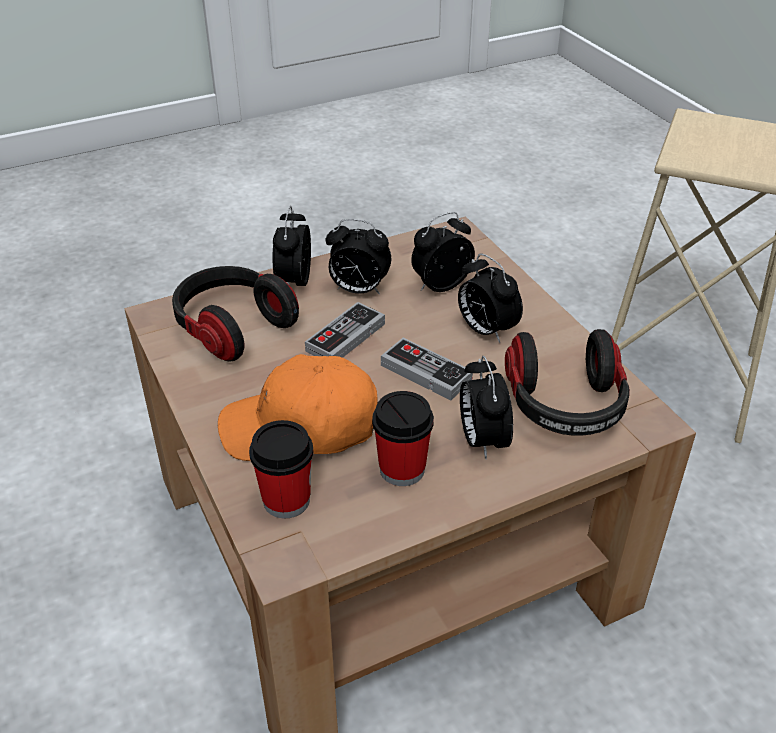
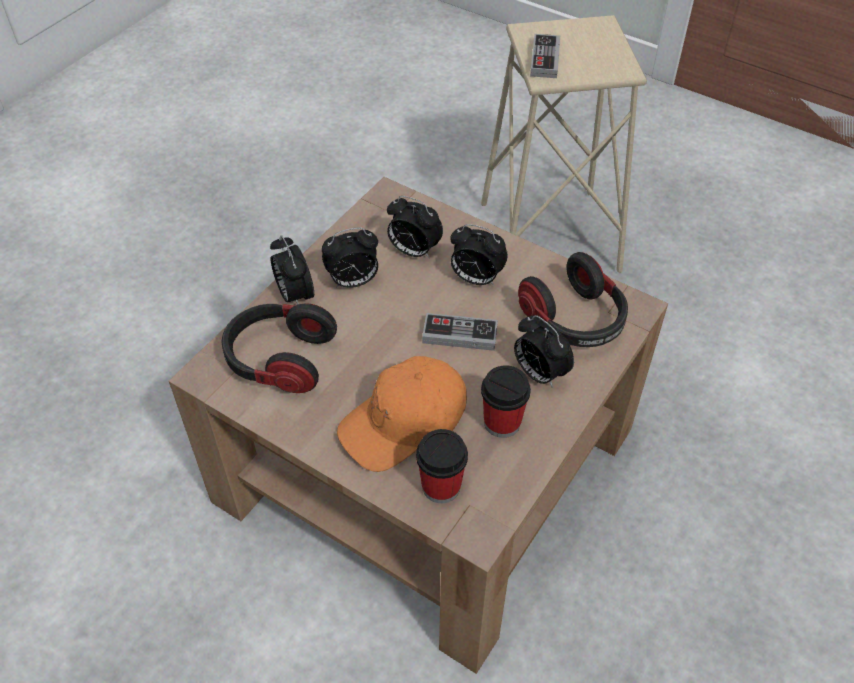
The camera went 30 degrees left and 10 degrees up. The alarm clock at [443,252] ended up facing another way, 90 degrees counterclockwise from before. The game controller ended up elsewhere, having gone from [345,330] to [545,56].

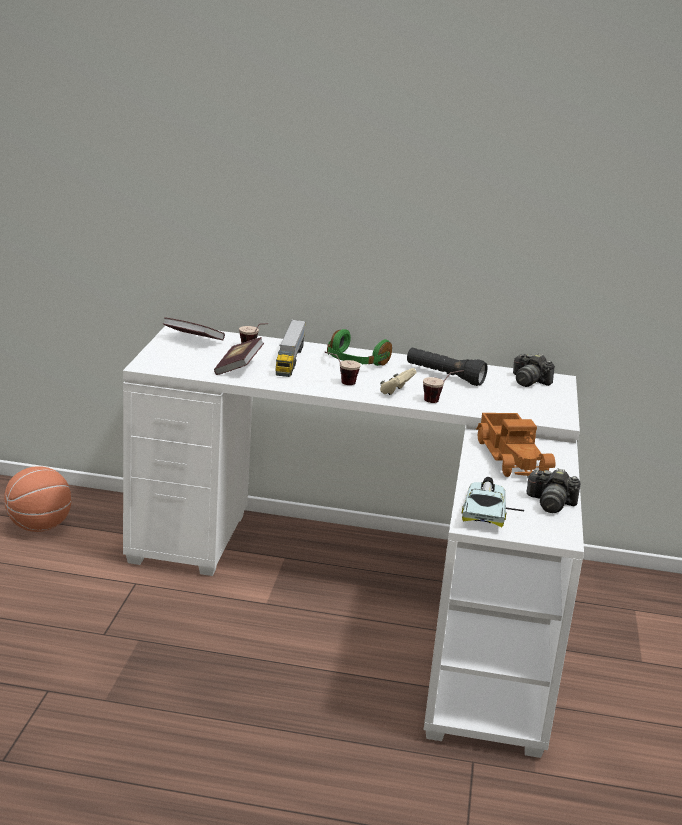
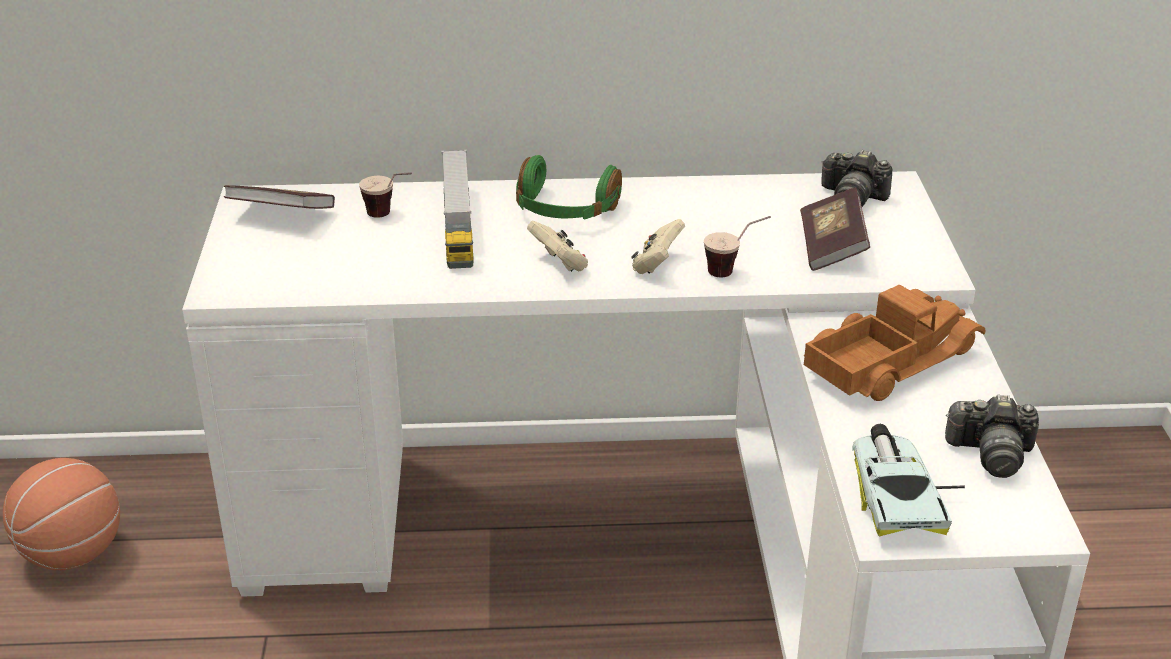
The camera went 10 degrees left and 10 degrees up. Where the cup stood at [342,368], the beige game controller came to stand at [557,246]. The book ended up elsewhere, having gone from [239,356] to [835,229]. The toy truck at [516,445] ended up facing another way, 105 degrees counterclockwise from before. The second view lost the black flashlight at [447,367].

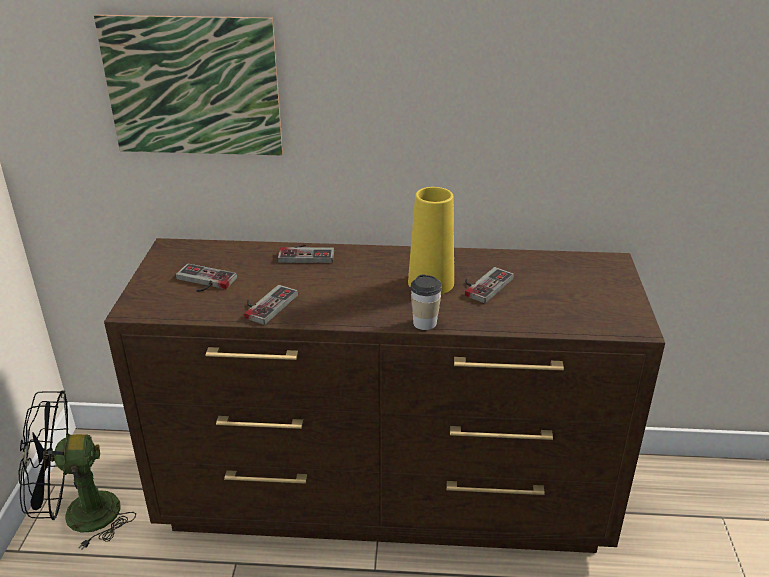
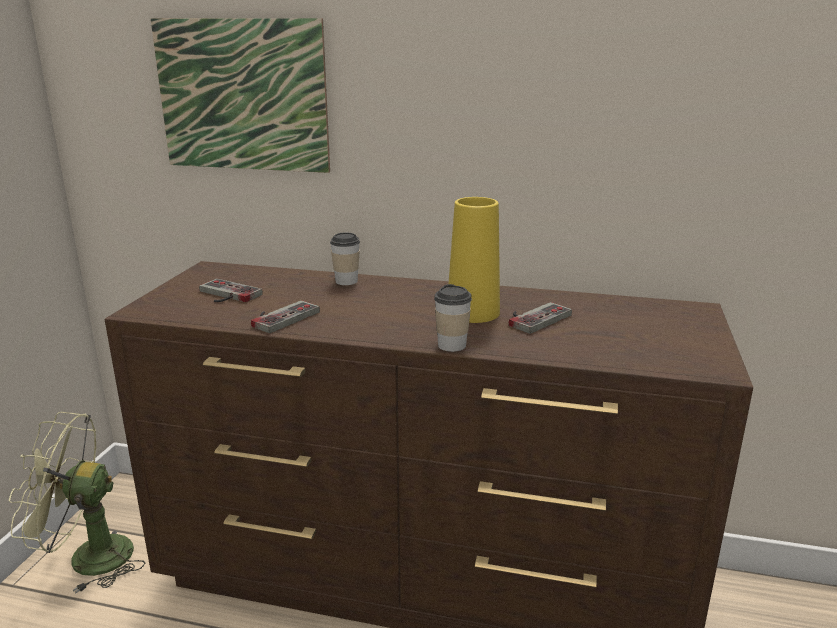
The camera went 10 degrees right and 10 degrees down. What was the black fan at [77,470] turned into the green fan at [77,502]. Where the game controller stood at [306,253], the cup came to stand at [345,258].

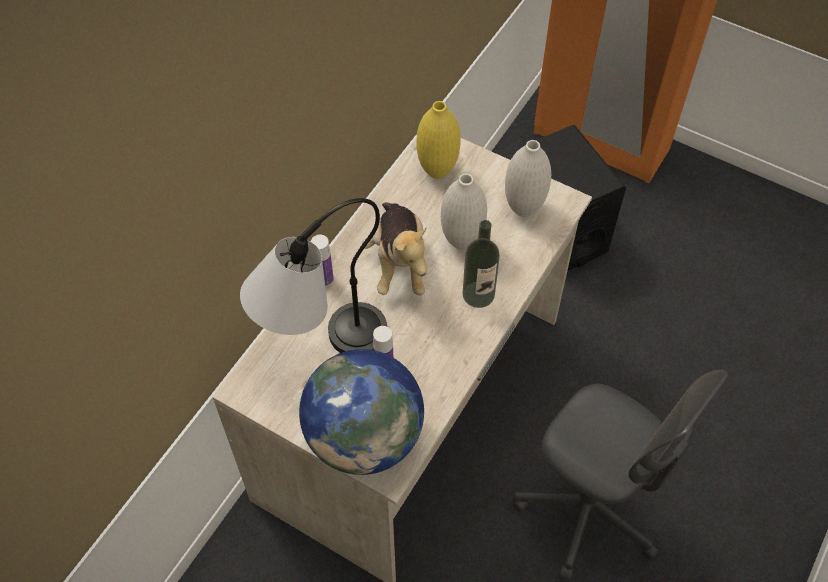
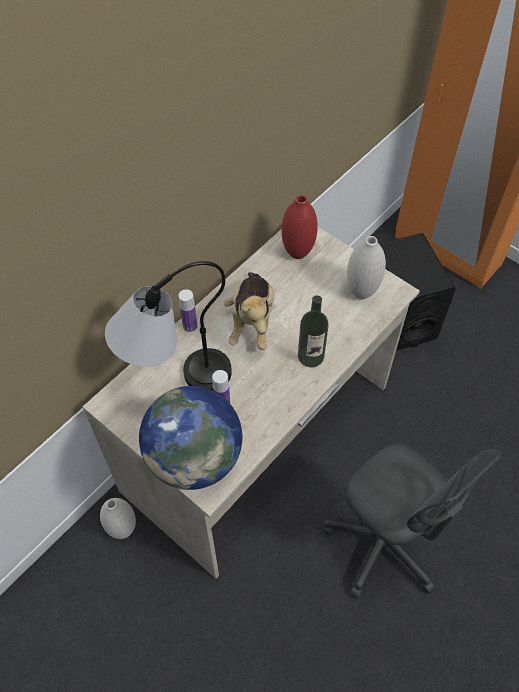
The camera went 10 degrees right and 0 degrees up. The white vase ended up elsewhere, having gone from [464,212] to [118,518]. What was the yellow vase at [438,140] turned into the red vase at [300,227].

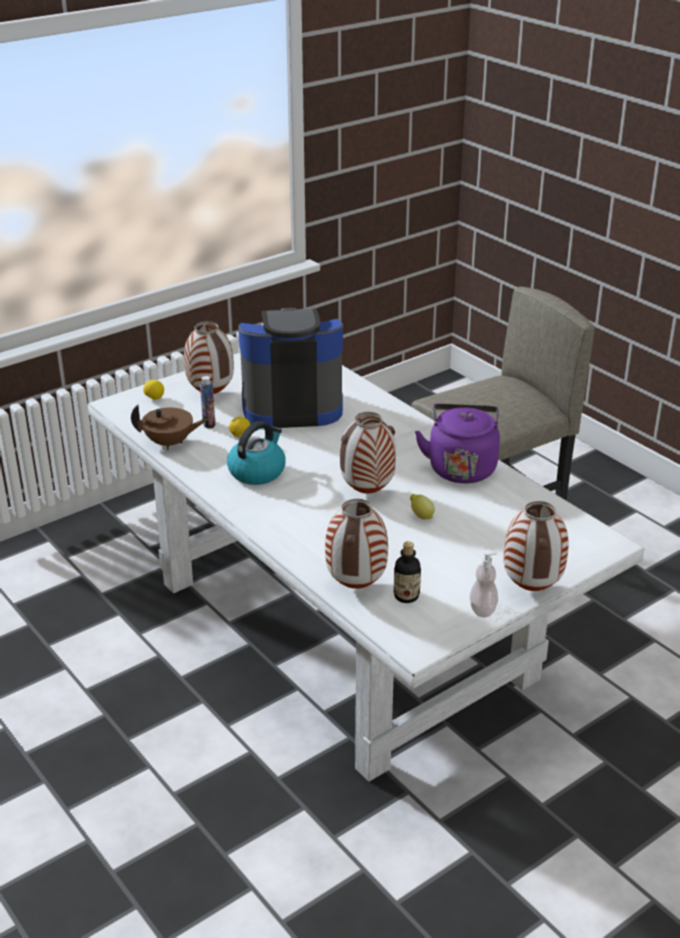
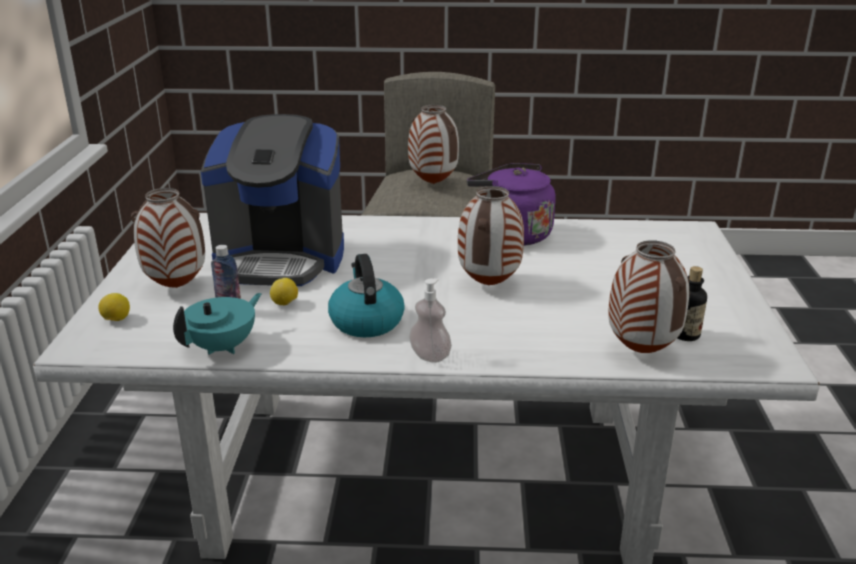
The camera went 50 degrees left and 5 degrees down. What was the brown teapot at [169,427] turned into the turquoise teapot at [217,324]. The coffee machine at [290,367] ended up facing another way, 120 degrees counterclockwise from before. The vase ended up elsewhere, having gone from [536,546] to [433,144]. The soap dispenser ended up elsewhere, having gone from [484,583] to [430,320]. The second view lost the lemon at [422,507].

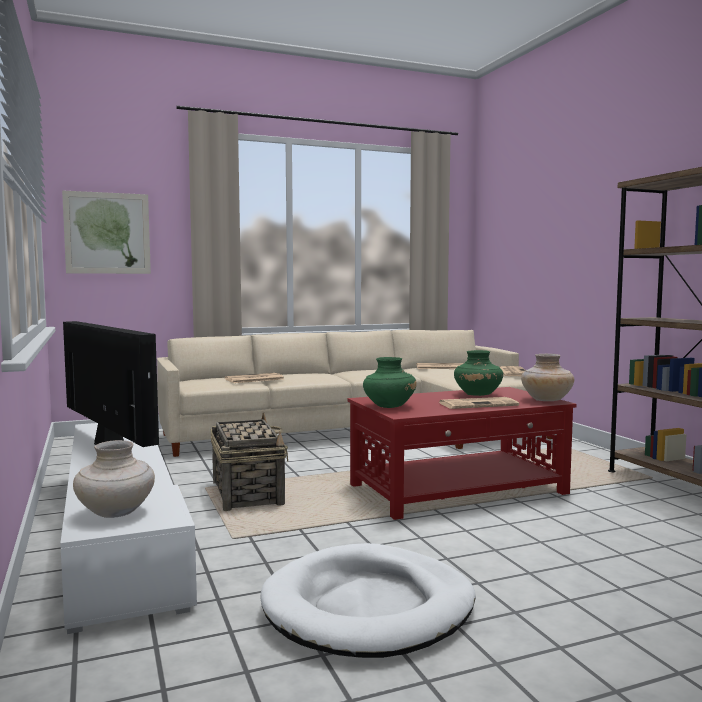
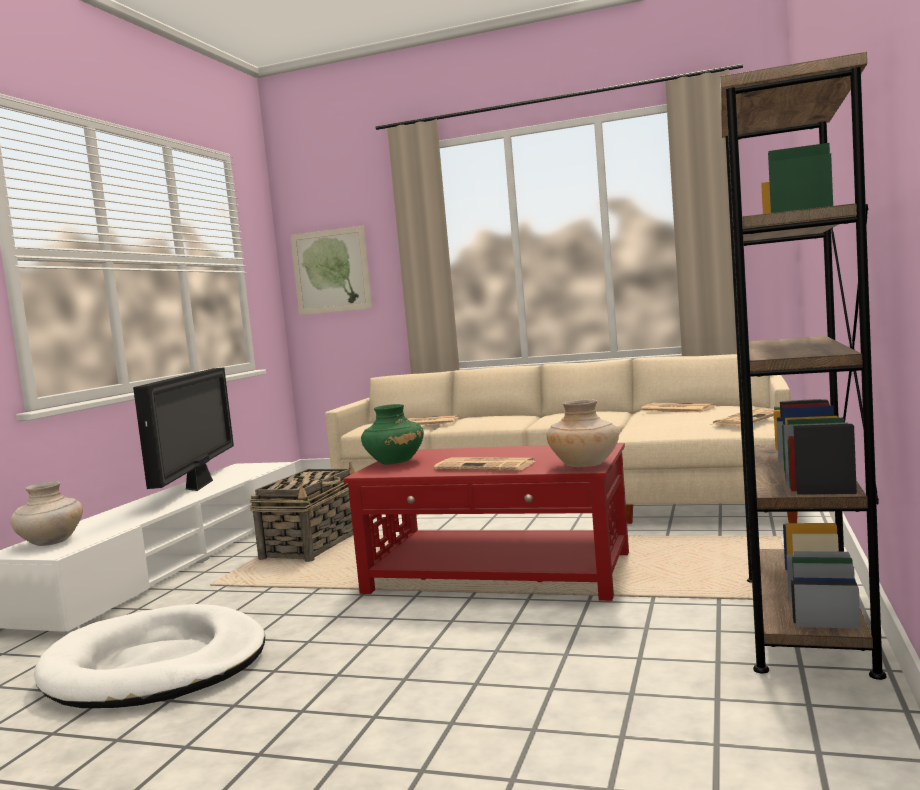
The camera went 40 degrees right and 0 degrees up. The second view lost the green vase at [478,373].

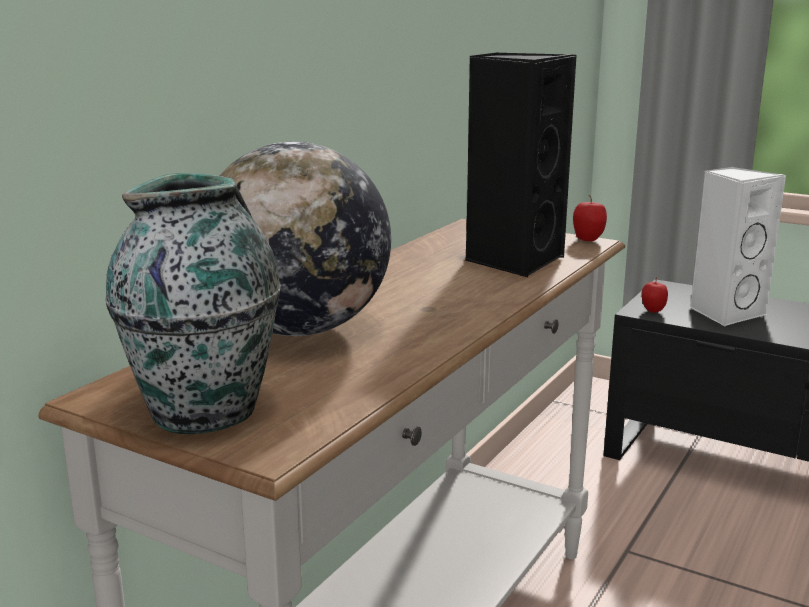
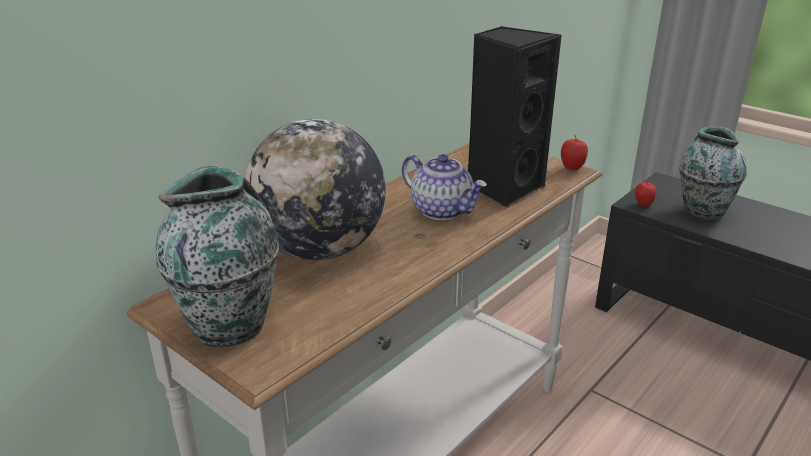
The camera went 10 degrees right and 10 degrees up. The second view gained the teapot at [444,187]. Where the white speaker stood at [738,247], the vase came to stand at [713,173].

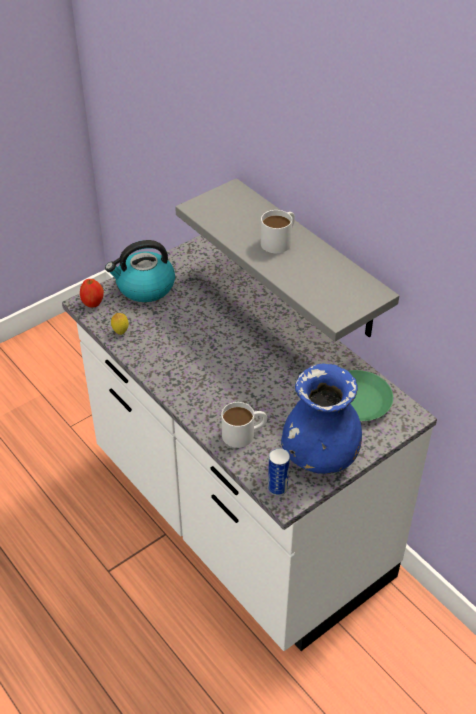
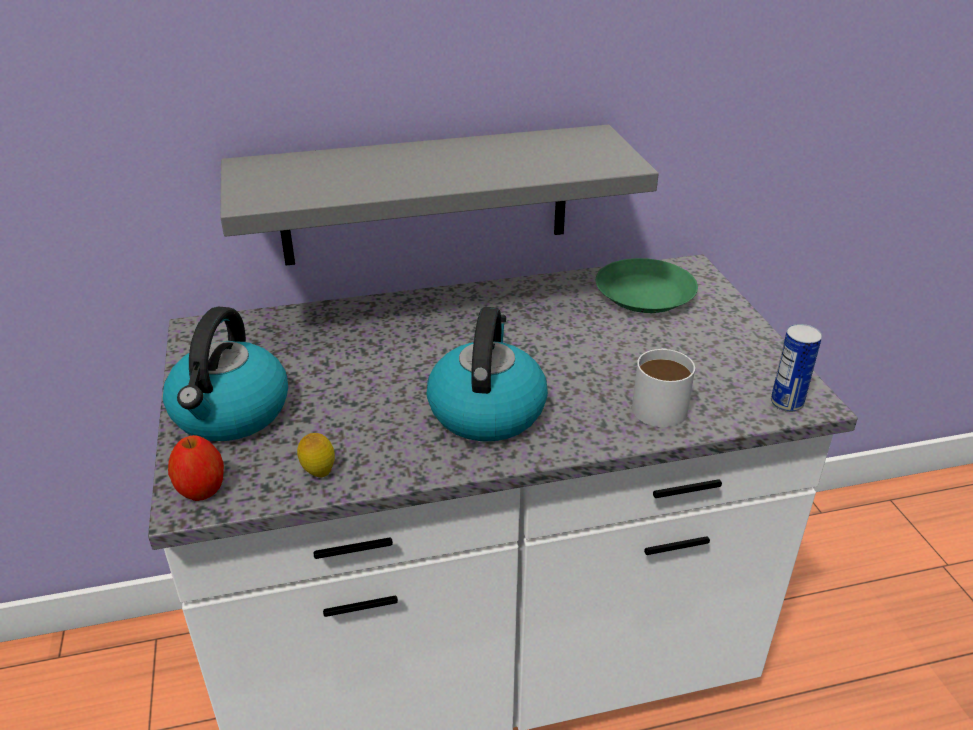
The camera went 65 degrees left and 10 degrees down. The second view gained the kettle at [487,374]. The second view lost the white mug at [278,231]. The second view lost the blue vase at [321,418].

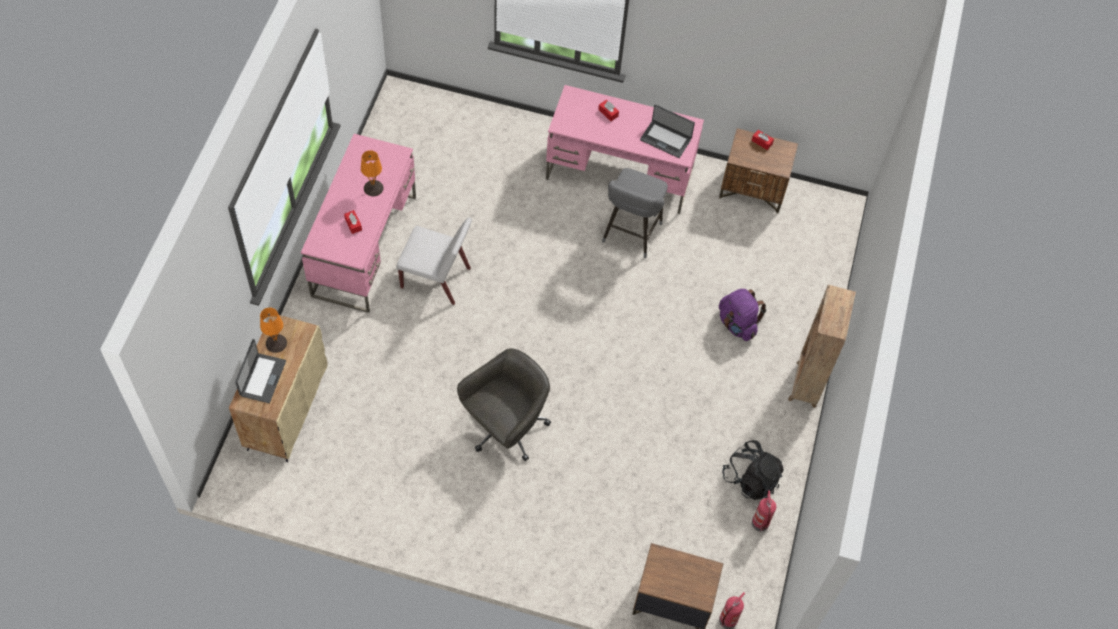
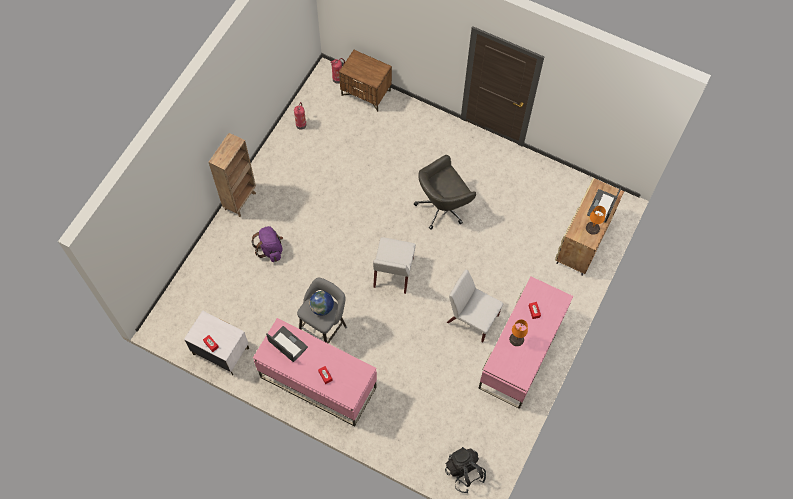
The camera went 165 degrees left and 5 degrees up. What was the brown nightstand at [758,170] turned into the white nightstand at [216,343]. The second view gained the globe at [321,303]. The second view gained the white chair at [394,265]. The black backpack ended up elsewhere, having gone from [753,470] to [465,470].

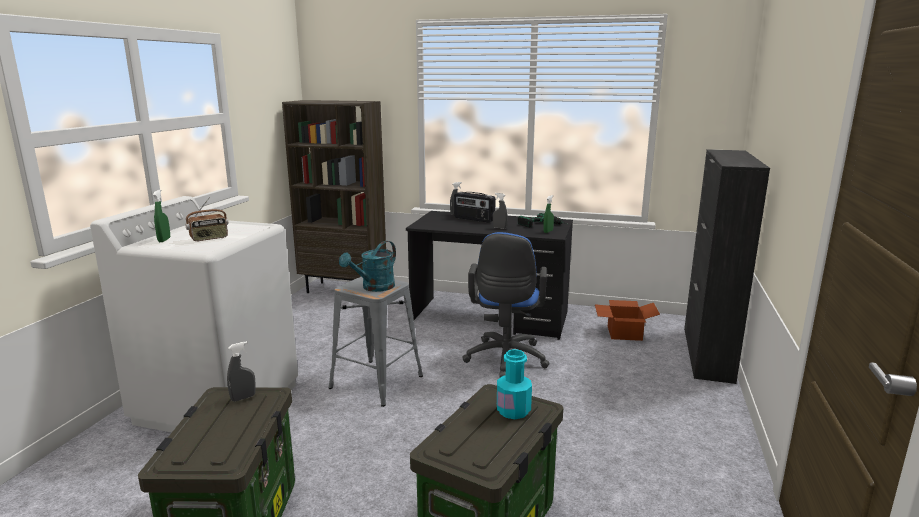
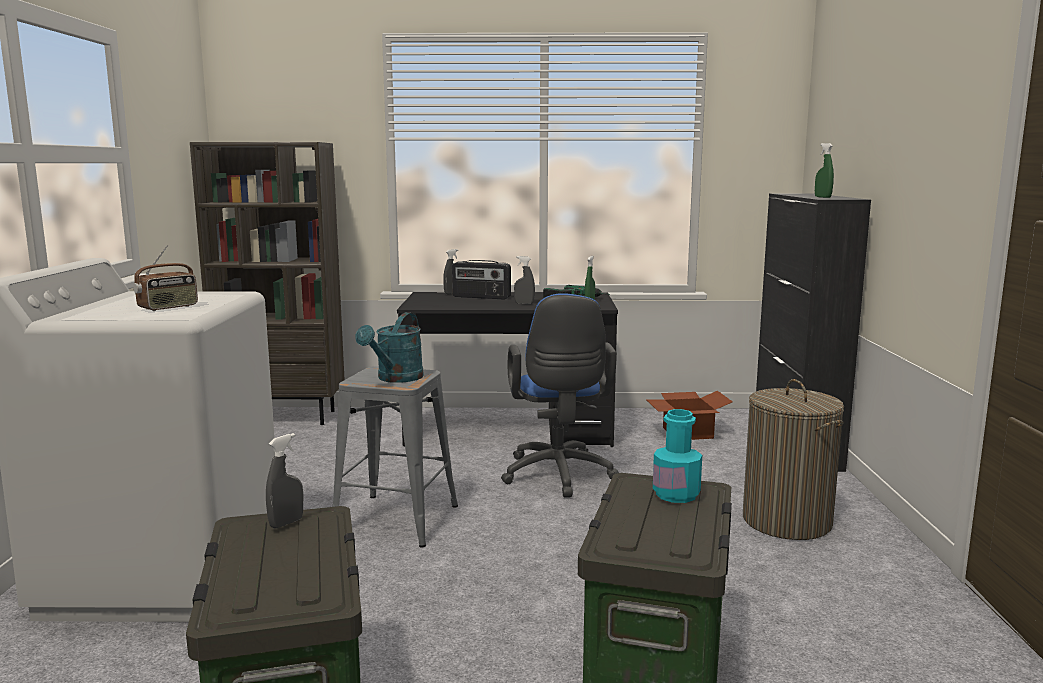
The camera went 15 degrees left and 5 degrees down. The second view gained the laundry basket at [793,459]. The green spray bottle ended up elsewhere, having gone from [161,215] to [824,170].

